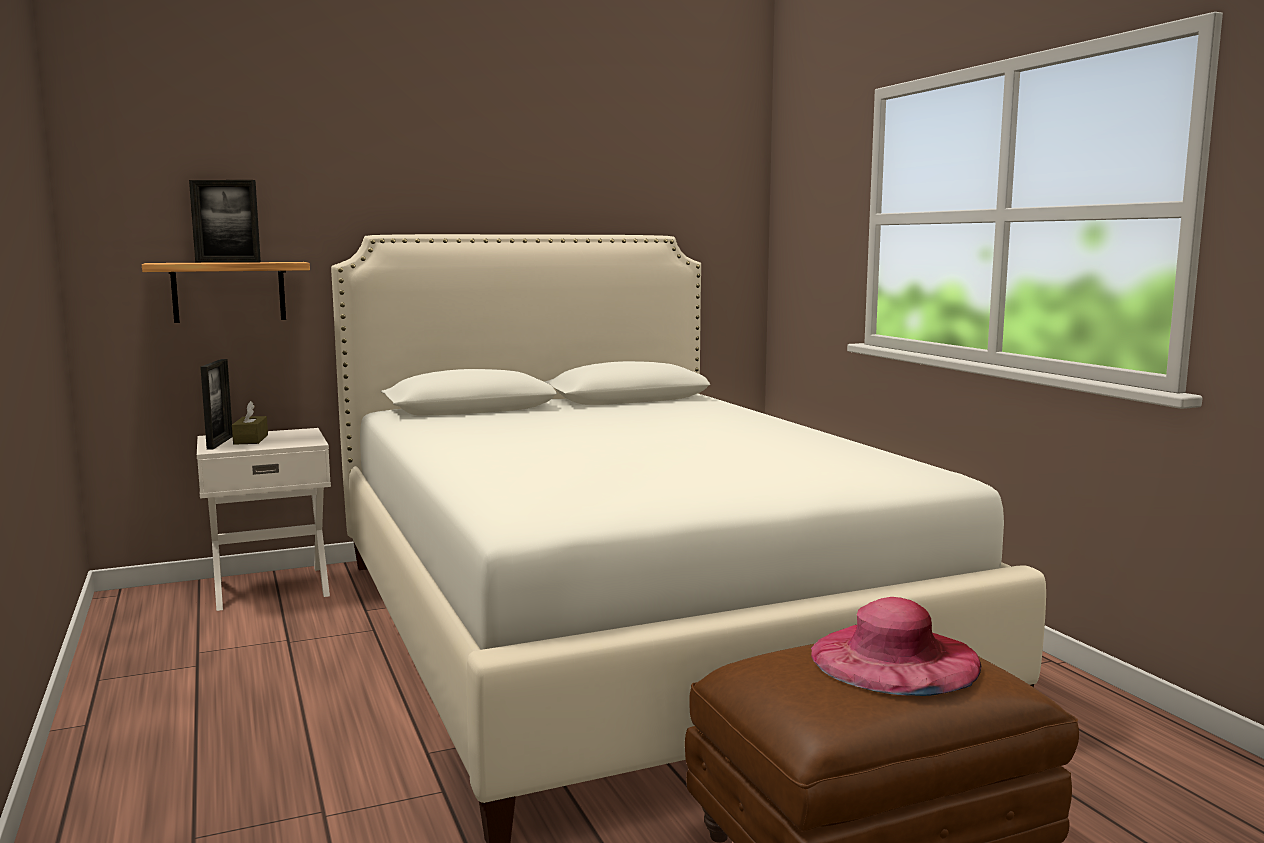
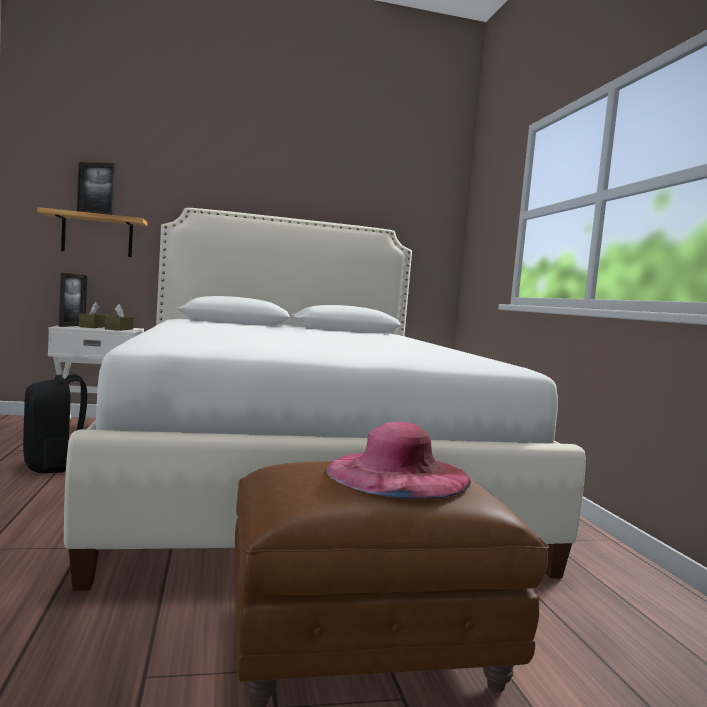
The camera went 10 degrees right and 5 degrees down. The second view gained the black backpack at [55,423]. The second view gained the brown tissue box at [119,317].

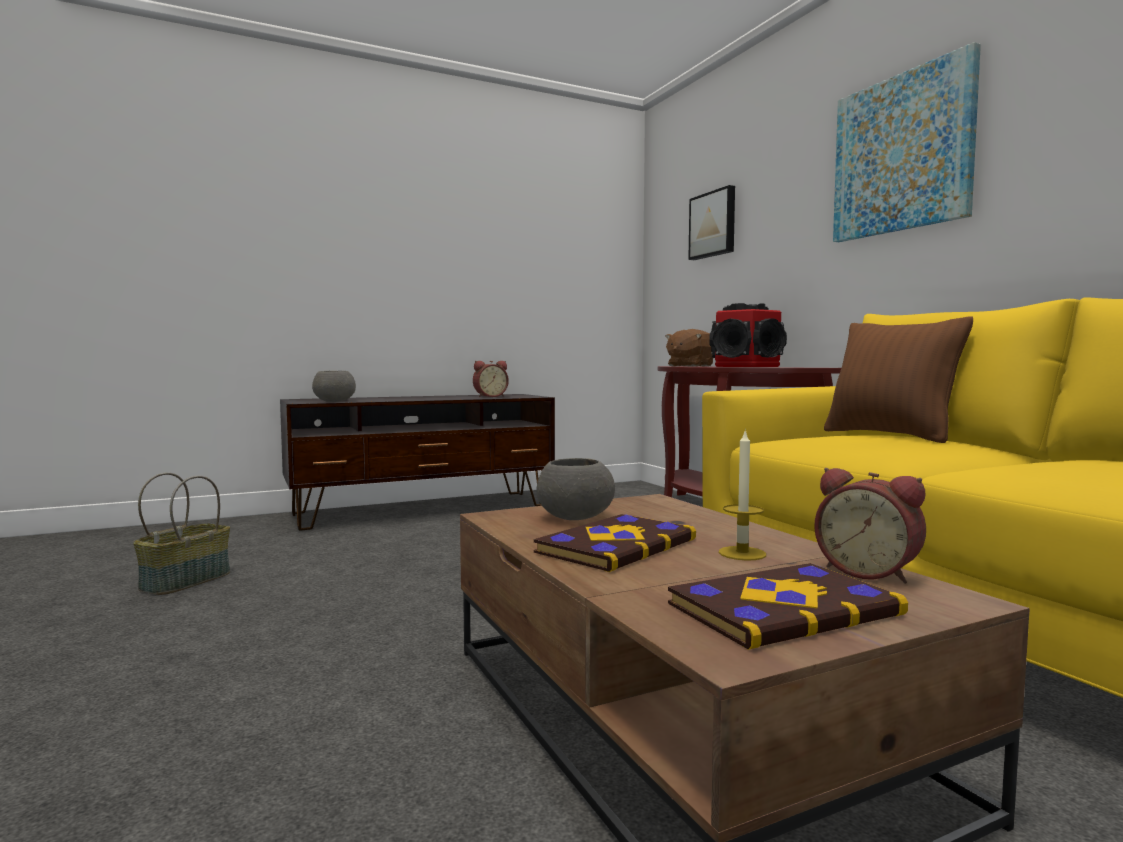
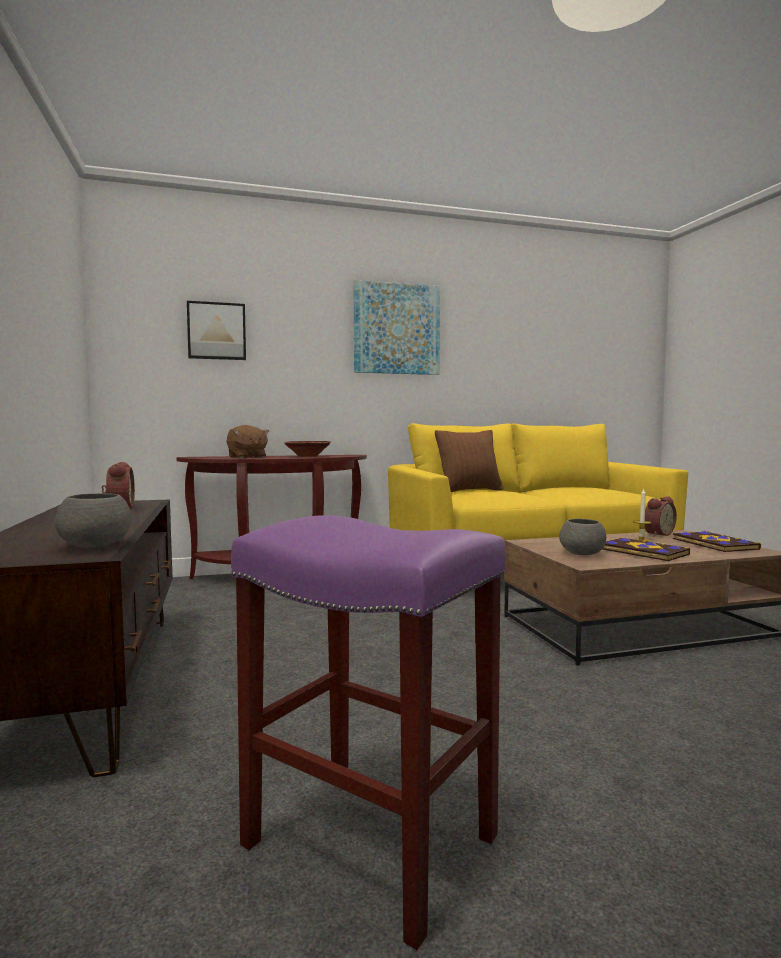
The camera went 80 degrees left and 0 degrees up. Where the basket stood at [181,534], the purple stool came to stand at [368,732]. Where the speaker stood at [748,335], the brown bowl came to stand at [307,449].

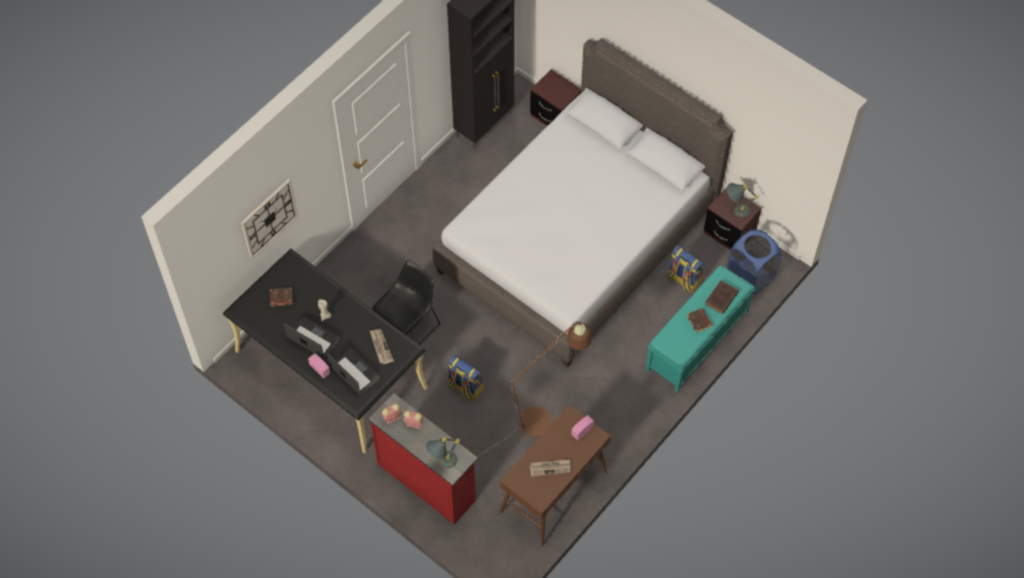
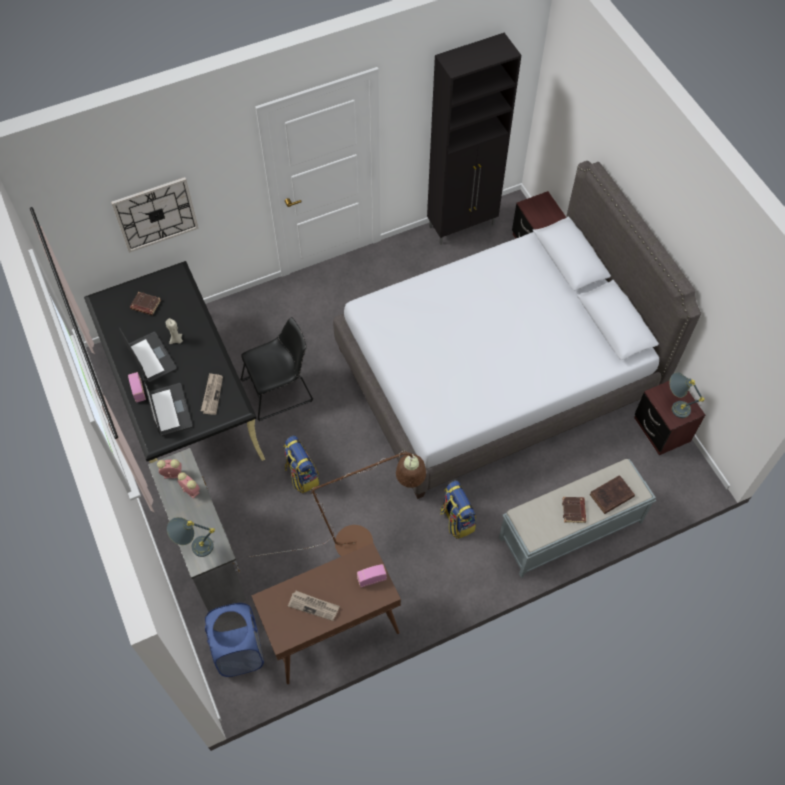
The camera went 25 degrees right and 0 degrees up. What was the red dresser at [423,458] turned into the grey dresser at [197,530]. The blue laundry basket ended up elsewhere, having gone from [754,261] to [234,640]. The backpack ended up elsewhere, having gone from [686,269] to [458,509]. What was the turquoise bench at [700,329] turned into the grey bench at [577,518].

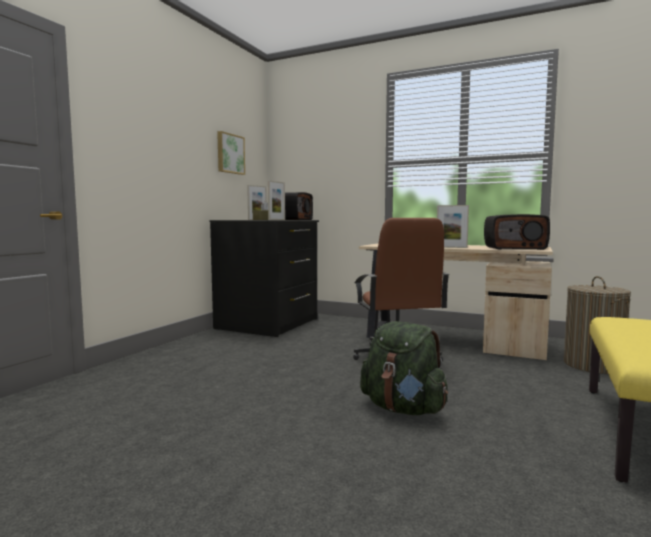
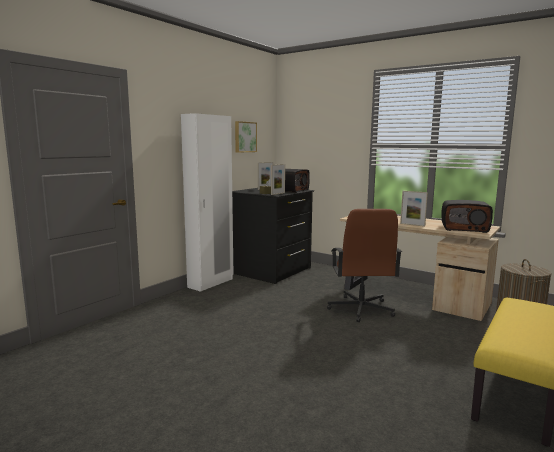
The camera went 10 degrees right and 5 degrees up. The second view gained the white wardrobe at [207,202]. The second view lost the green backpack at [404,368].

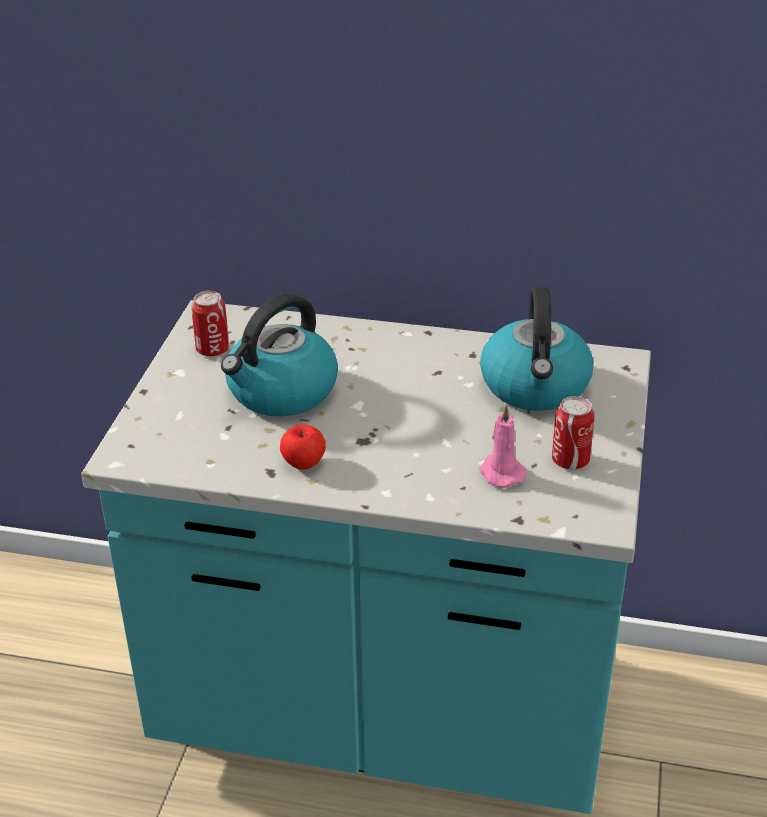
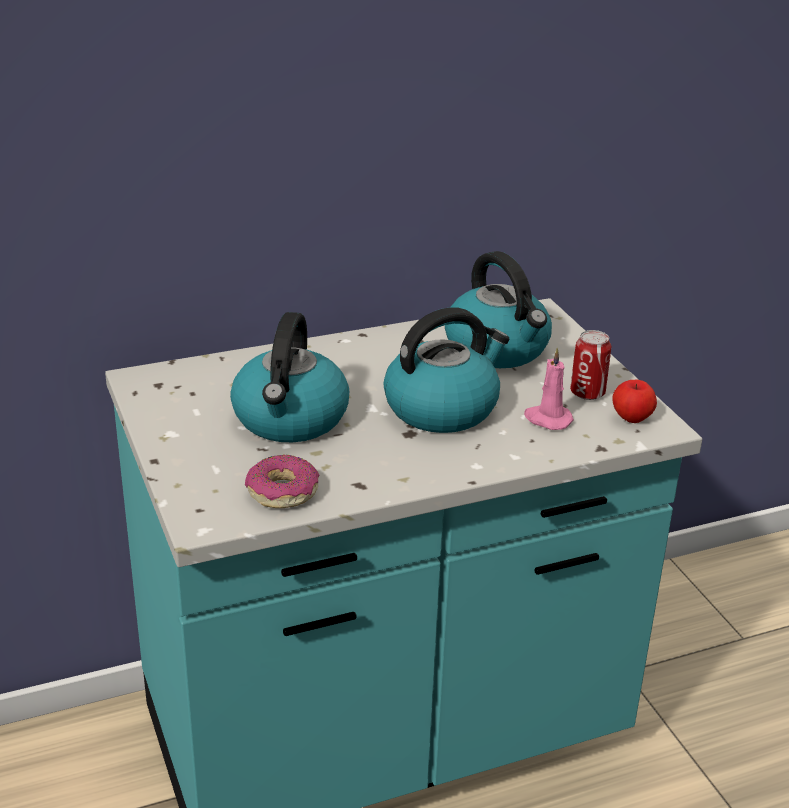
The camera went 35 degrees left and 5 degrees down. The second view gained the donut at [282,481]. The second view gained the kettle at [446,370]. The apple ended up elsewhere, having gone from [303,447] to [634,401]. The second view lost the can at [210,324].

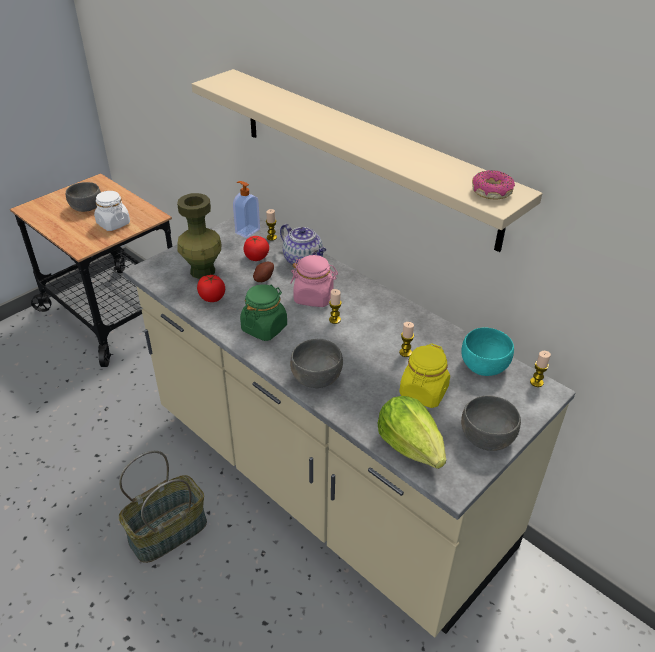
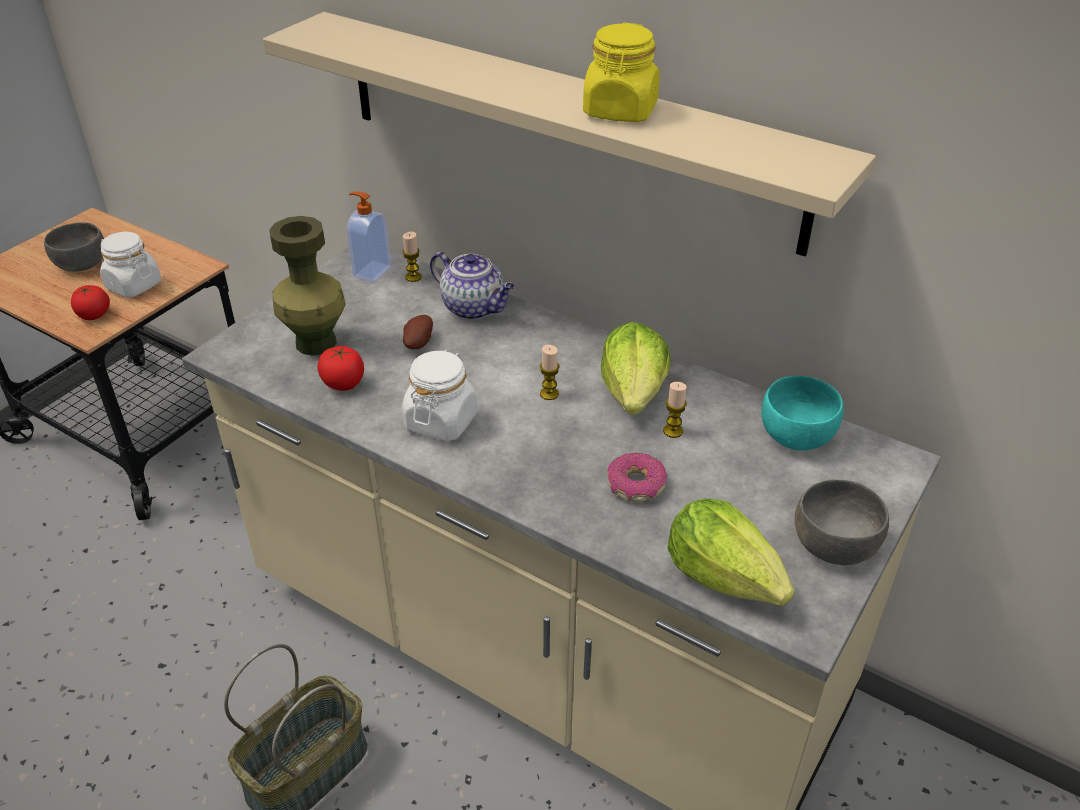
The camera went 10 degrees left and 0 degrees up. The tomato ended up elsewhere, having gone from [256,248] to [90,302]. What was the green jar at [263,312] turned into the white jar at [440,396]. The yellow jar ended up elsewhere, having gone from [424,375] to [621,72]. The second view gained the lettuce at [635,368]. The donut ended up elsewhere, having gone from [493,185] to [637,477]. The second view lost the pink jar at [314,281]. The second view lost the grey bowl at [316,363]. The second view lost the candle at [540,369].

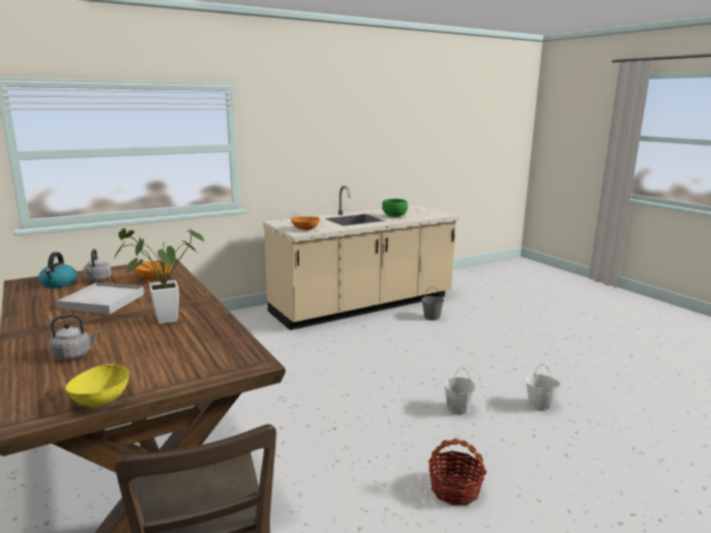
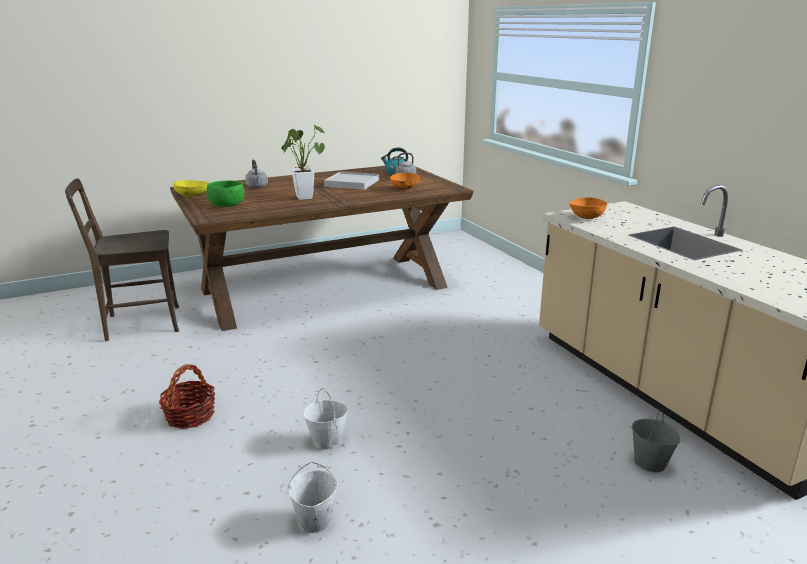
The camera went 95 degrees right and 5 degrees up. The green bowl ended up elsewhere, having gone from [395,208] to [225,194].

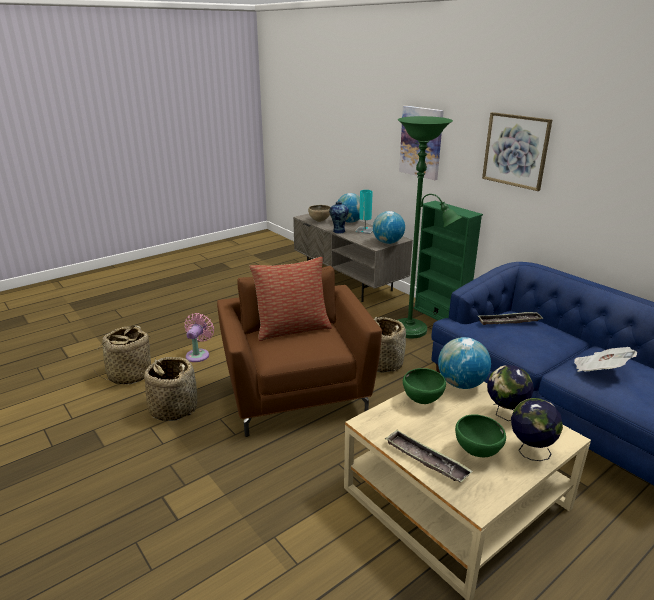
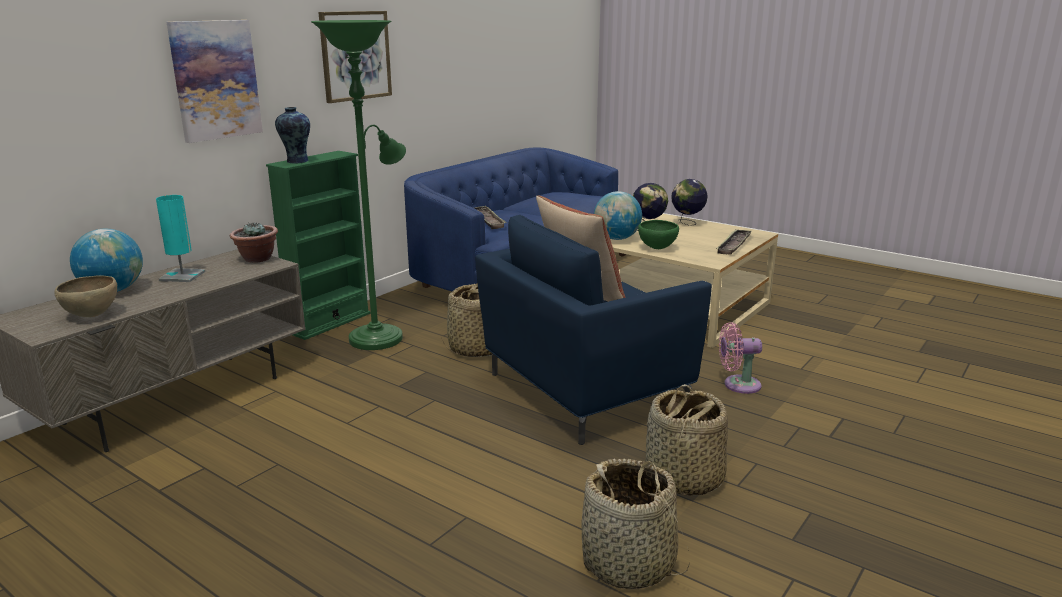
The camera went 105 degrees left and 5 degrees down. Where the globe stood at [389,227], the potted plant came to stand at [254,242]. The vase ended up elsewhere, having gone from [339,217] to [292,135]. What was the brown armchair at [299,351] turned into the blue armchair at [593,330]. The pink fan ended up elsewhere, having gone from [199,337] to [740,358]. The second view lost the green bowl at [480,435]. The second view lost the newspaper at [605,359].

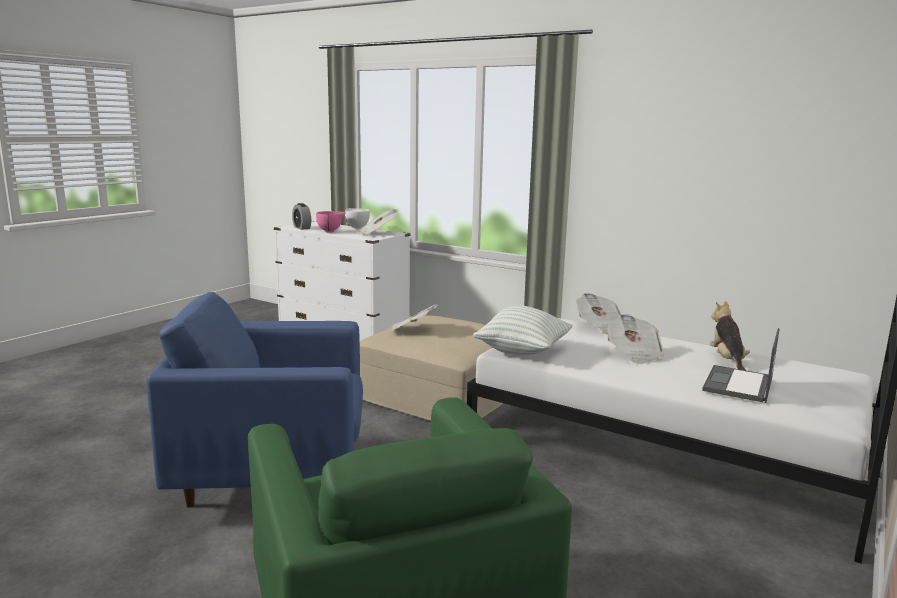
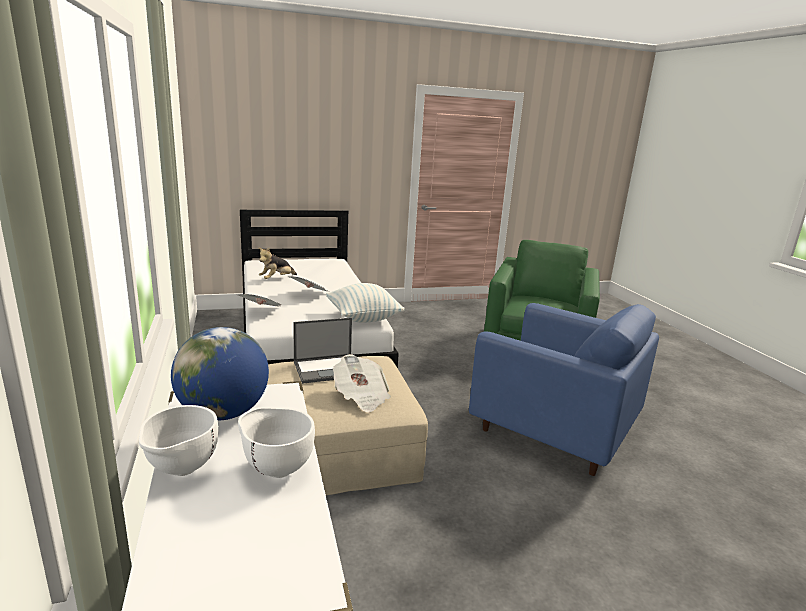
The camera went 140 degrees left and 5 degrees up. Where the newspaper stood at [376,222], the globe came to stand at [220,373]. What was the pink bowl at [330,221] turned into the white bowl at [276,442]. The laptop ended up elsewhere, having gone from [741,365] to [322,351]. The second view lost the alarm clock at [301,216].

